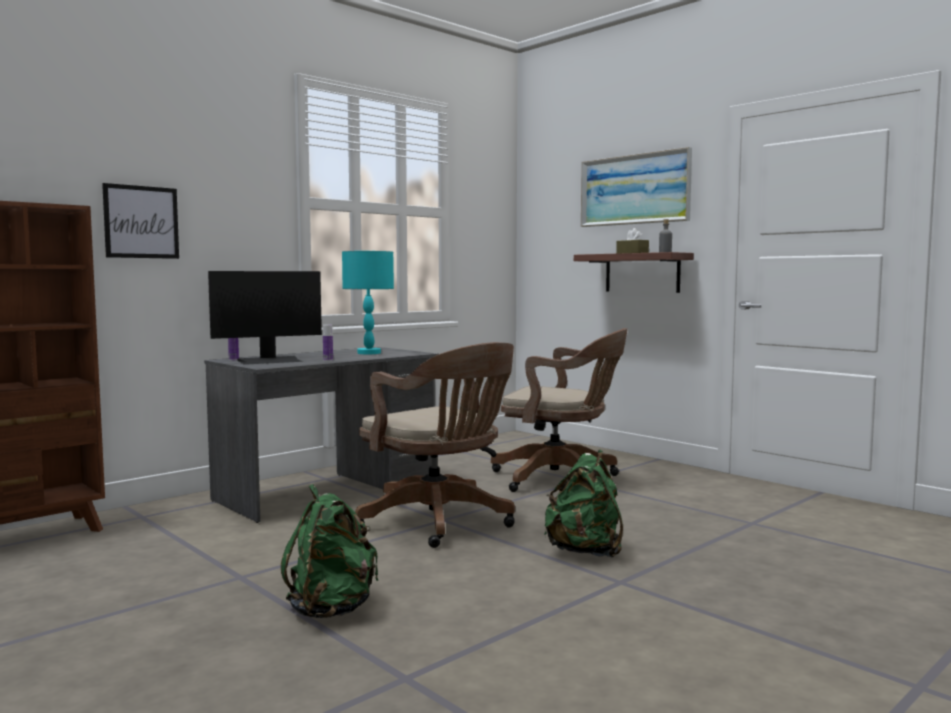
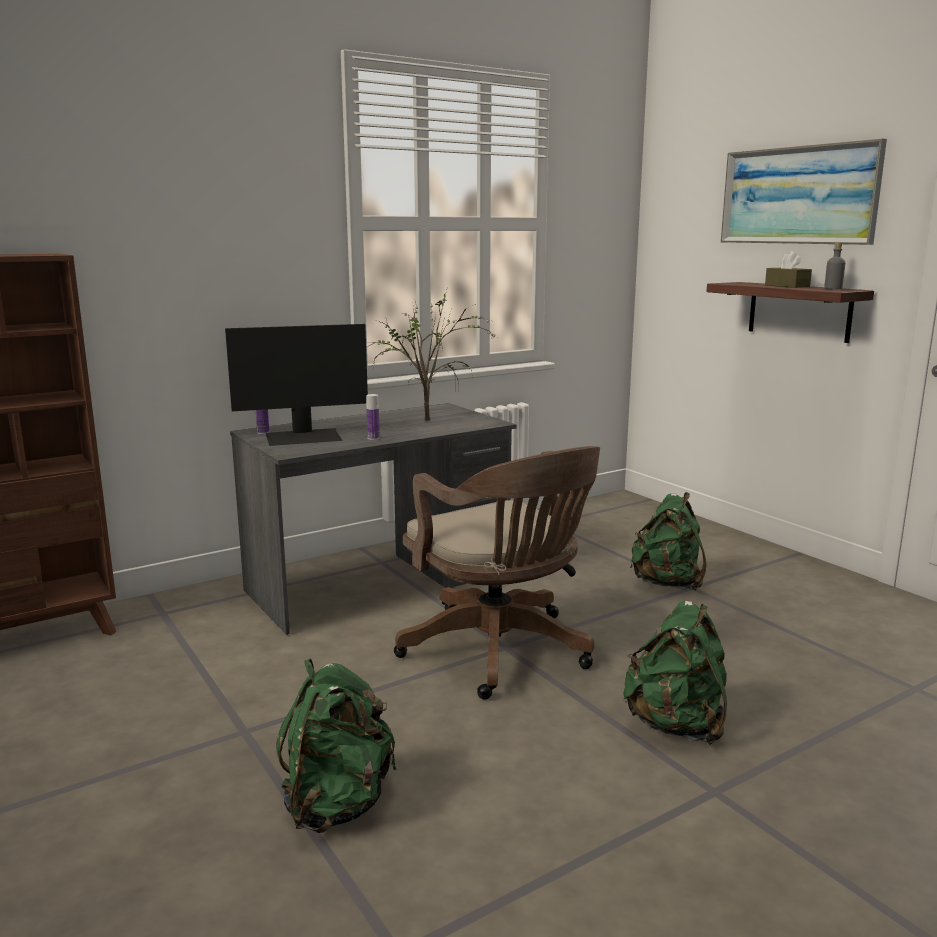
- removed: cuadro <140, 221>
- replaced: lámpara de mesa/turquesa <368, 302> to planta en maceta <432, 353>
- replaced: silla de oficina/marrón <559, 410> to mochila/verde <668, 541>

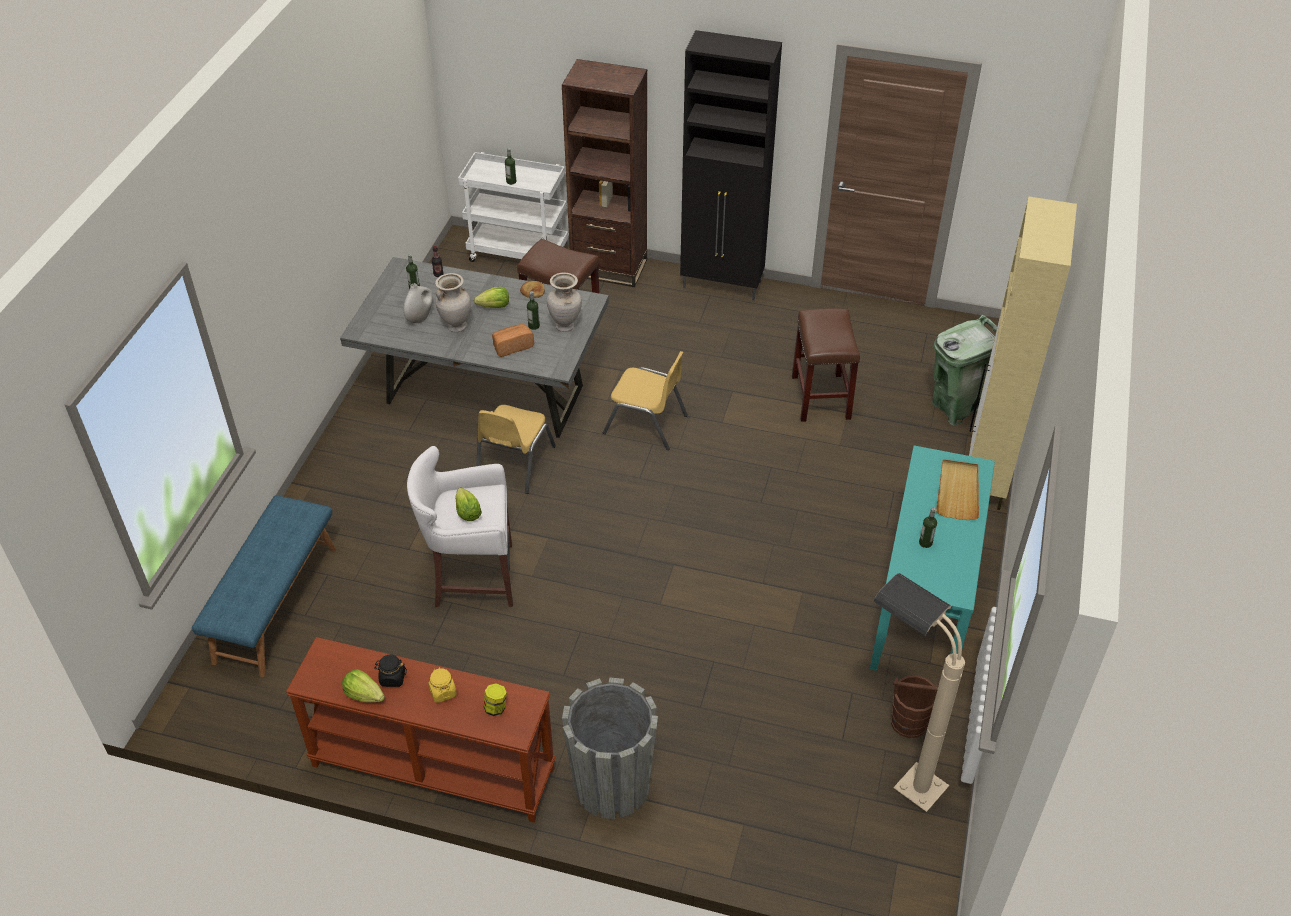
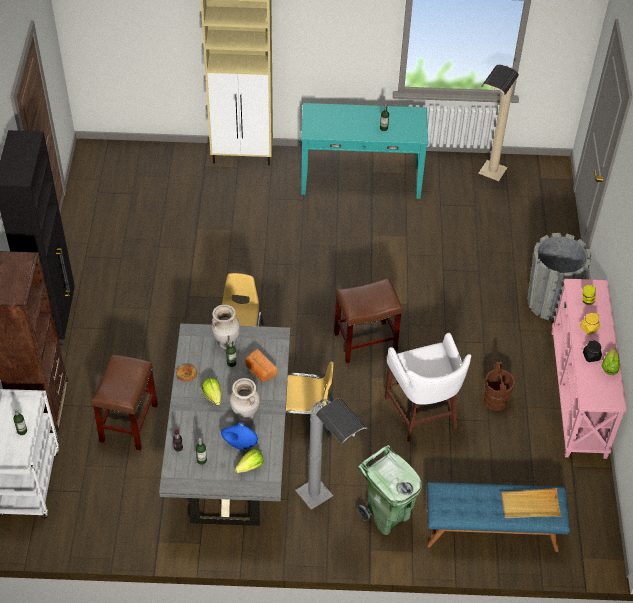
- recoloured: florero/blanco <418, 303> to florero/azul <239, 436>
- moved: taburete/marrón <826, 365> to <368, 320>
- moved: papelera/verde <964, 370> to <389, 490>
- moved: bandeja/beis <957, 489> to <531, 503>
- moved: lechuga <468, 504> to <249, 461>
- recoloured: mesa consola/marrón <421, 730> to mesa consola/rosa <589, 369>
- moved: cubo/marrón <915, 706> to <499, 386>
- added: lámpara de pie/gris <331, 454>

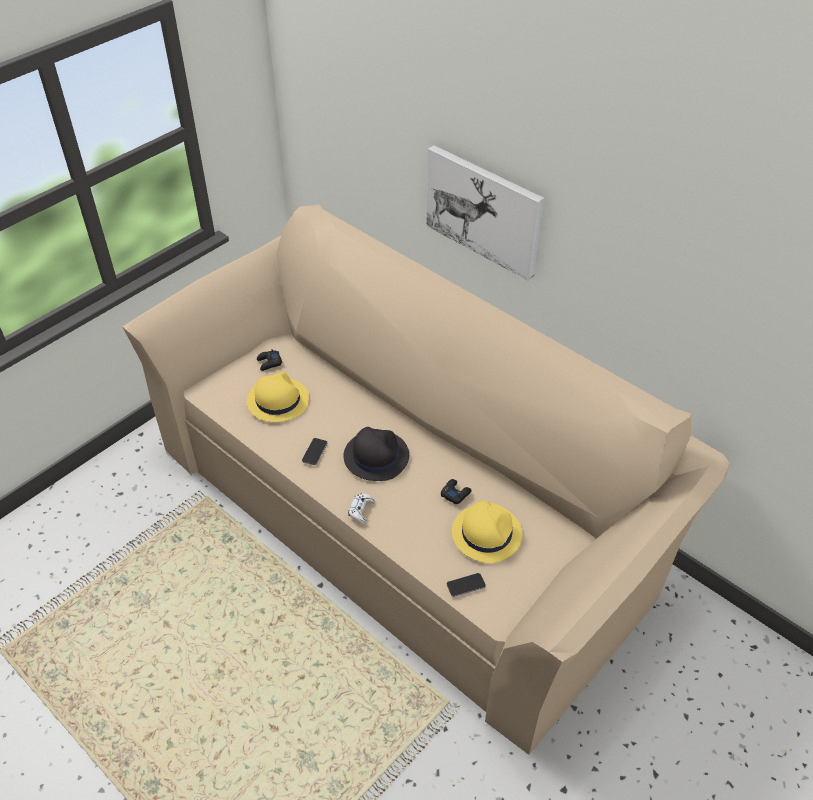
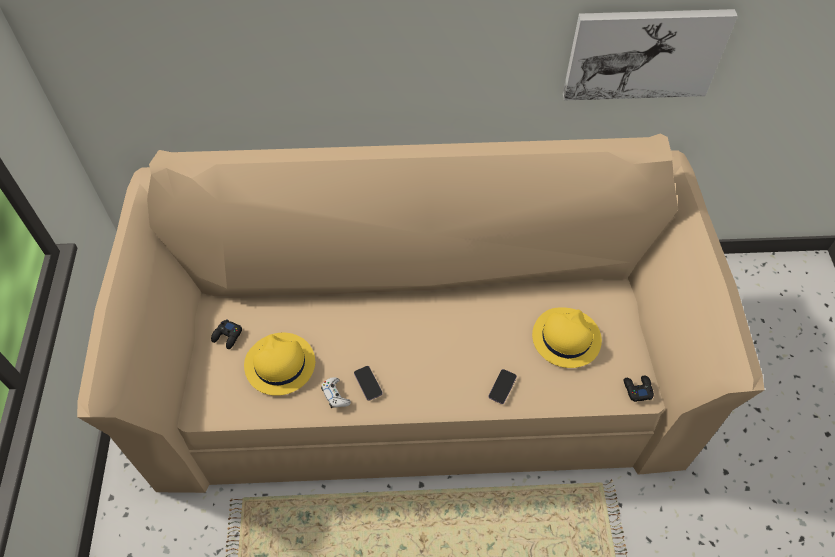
- moved: cuadro <485, 213> to <650, 54>
- removed: sombrero/negro <376, 454>
- moved: mando de consola/negro <456, 491> to <639, 389>
- moved: mando de consola/blanco <361, 508> to <336, 392>
- moved: móvil <466, 585> to <502, 386>

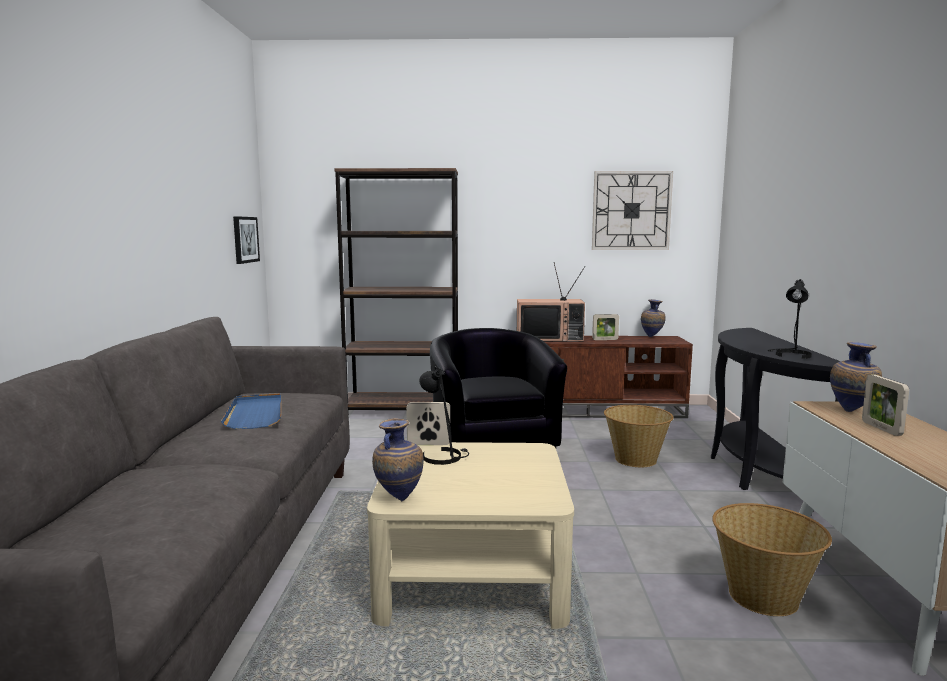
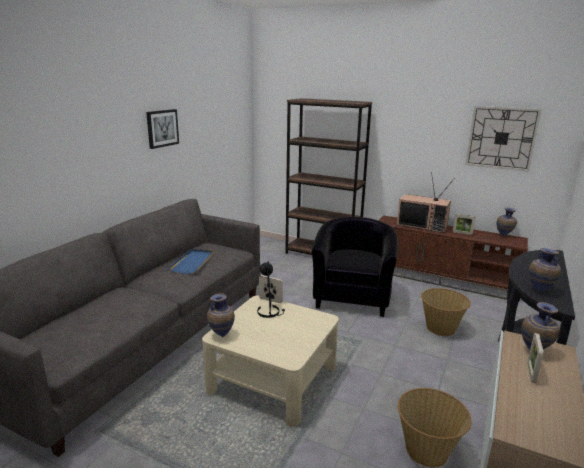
- moved: cuadro <246, 240> to <162, 129>
- replaced: lámpara de mesa/negro <790, 319> to florero <545, 270>

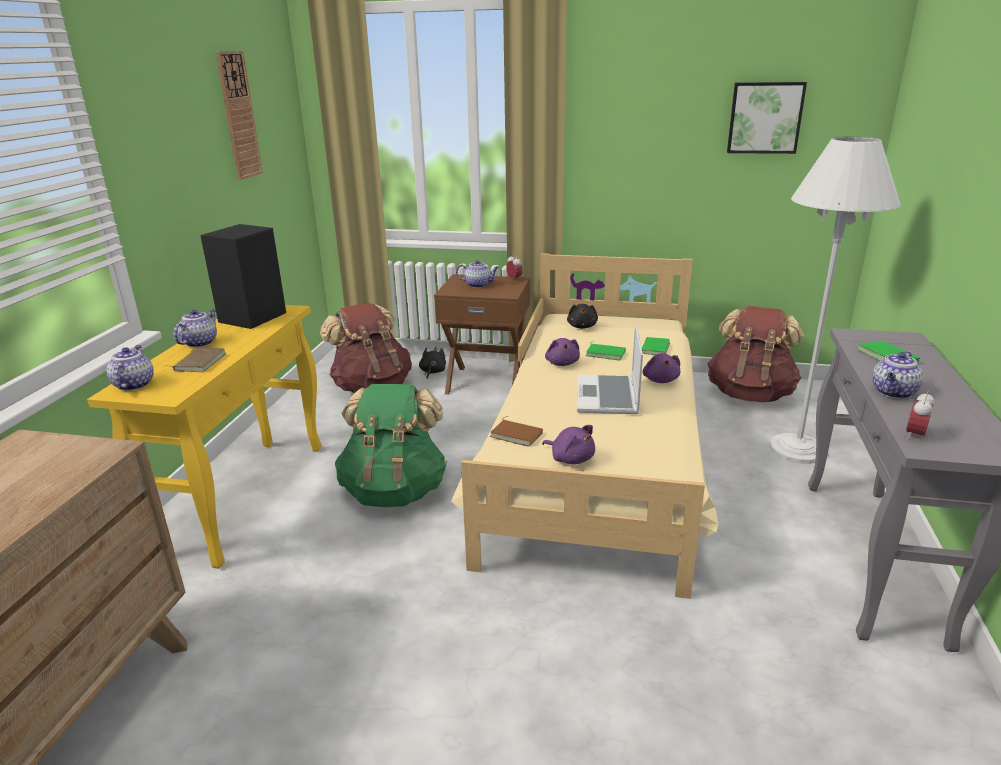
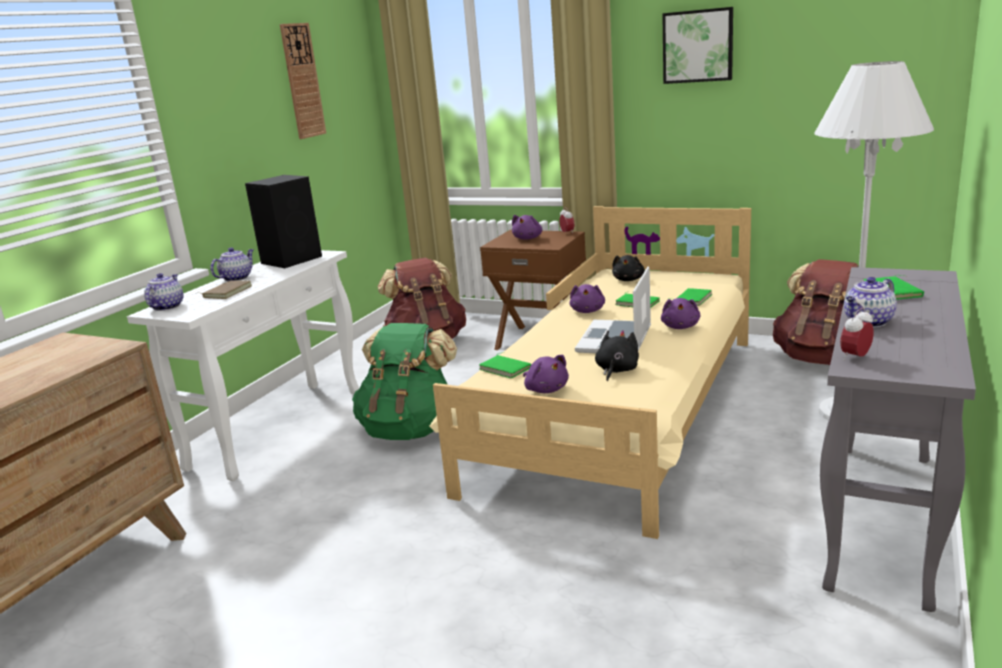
- moved: cuadro <767, 118> to <697, 45>
- replaced: tetera <477, 274> to peluche/morado <527, 227>
- recoloured: mesa consola/amarillo <204, 437> to mesa consola/blanco <243, 365>
- moved: peluche/negro <432, 363> to <617, 355>
- recoloured: libro/marrón <516, 431> to libro/verde <505, 365>

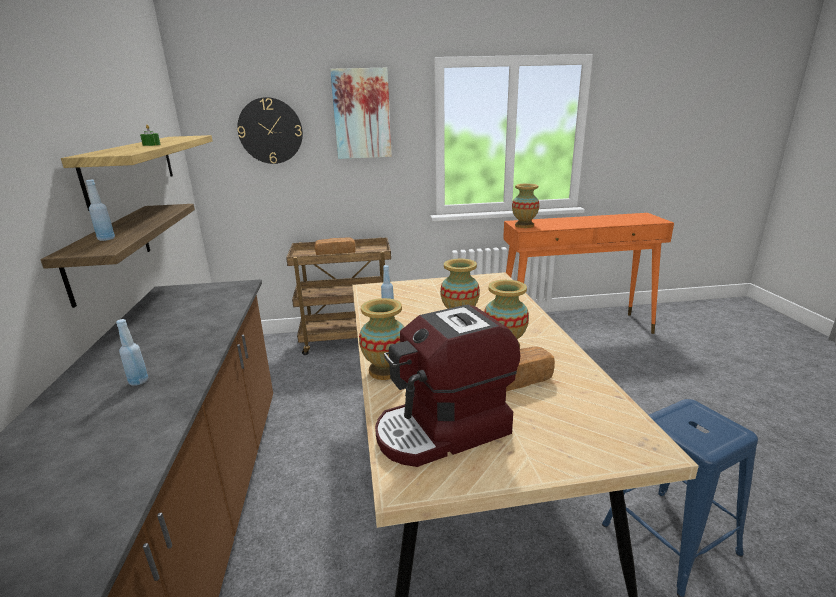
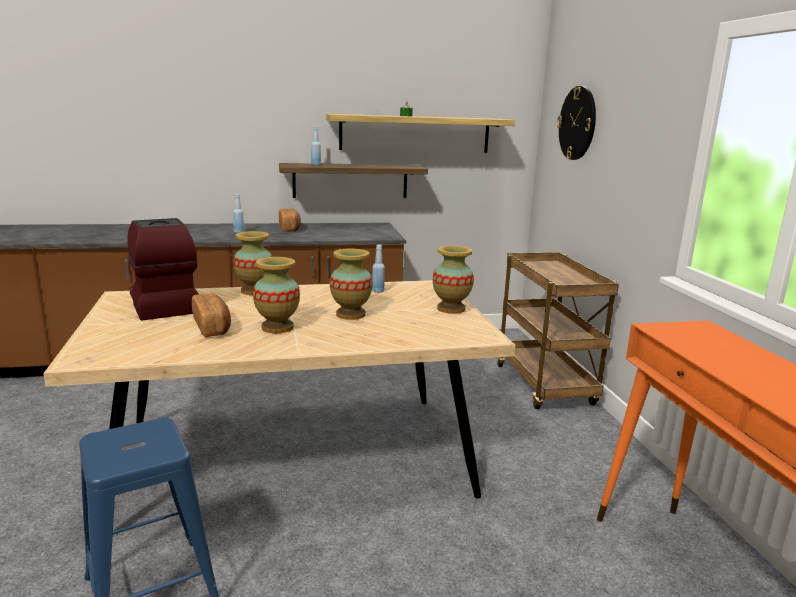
- removed: cuadro <361, 113>
- moved: florero <525, 206> to <453, 280>
- moved: pan <335, 246> to <290, 220>

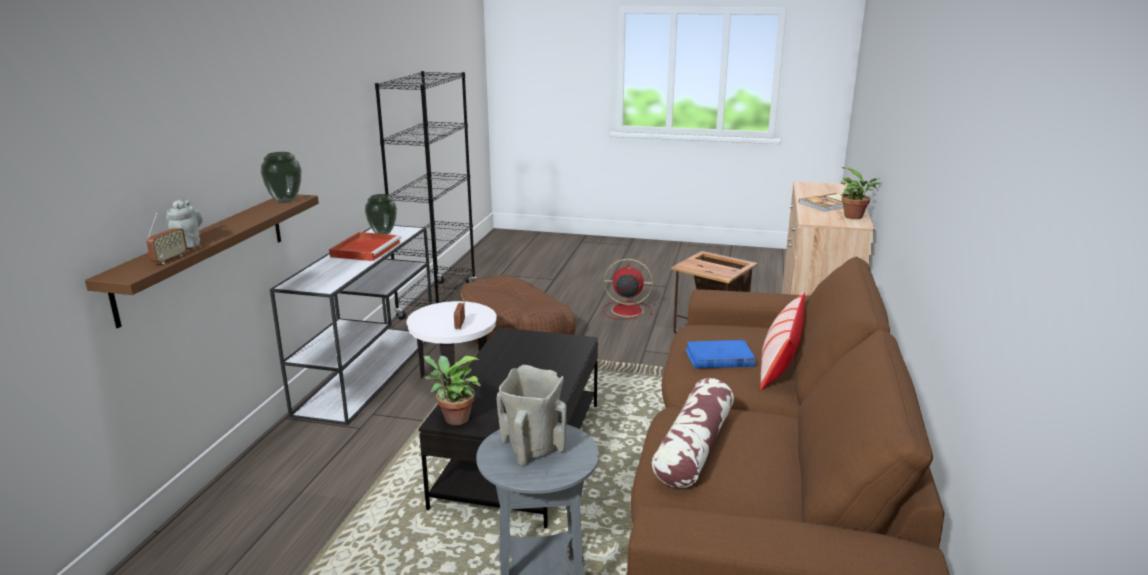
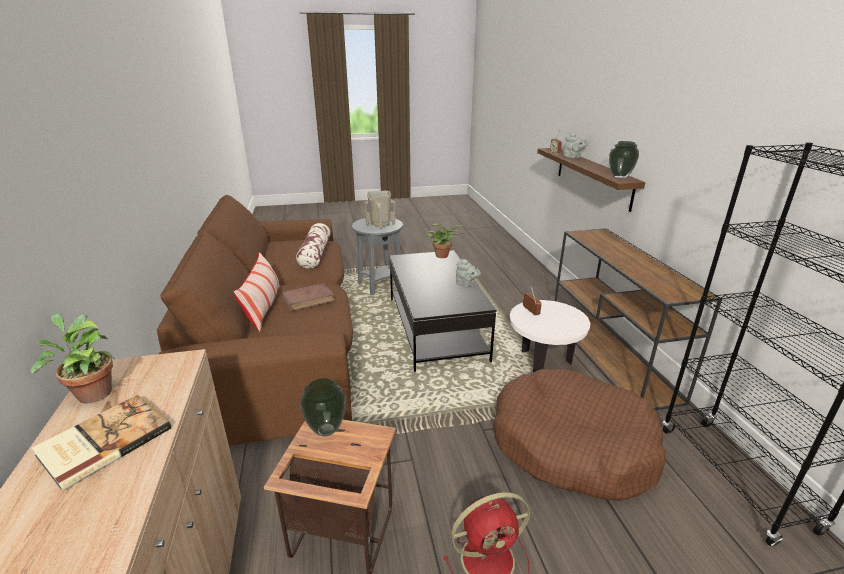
- moved: florero <381, 214> to <323, 407>
- recoloured: mesa consola/blanco <351, 325> to mesa consola/marrón <638, 319>
- removed: bandeja/rojo <365, 246>
- recoloured: libro/azul <720, 354> to libro/marrón <308, 297>
- added: tetera/gris <468, 273>

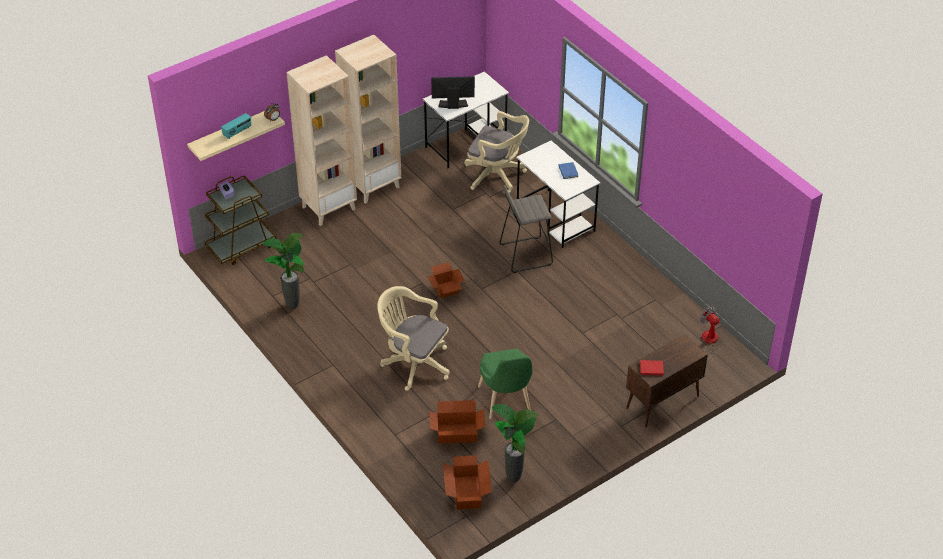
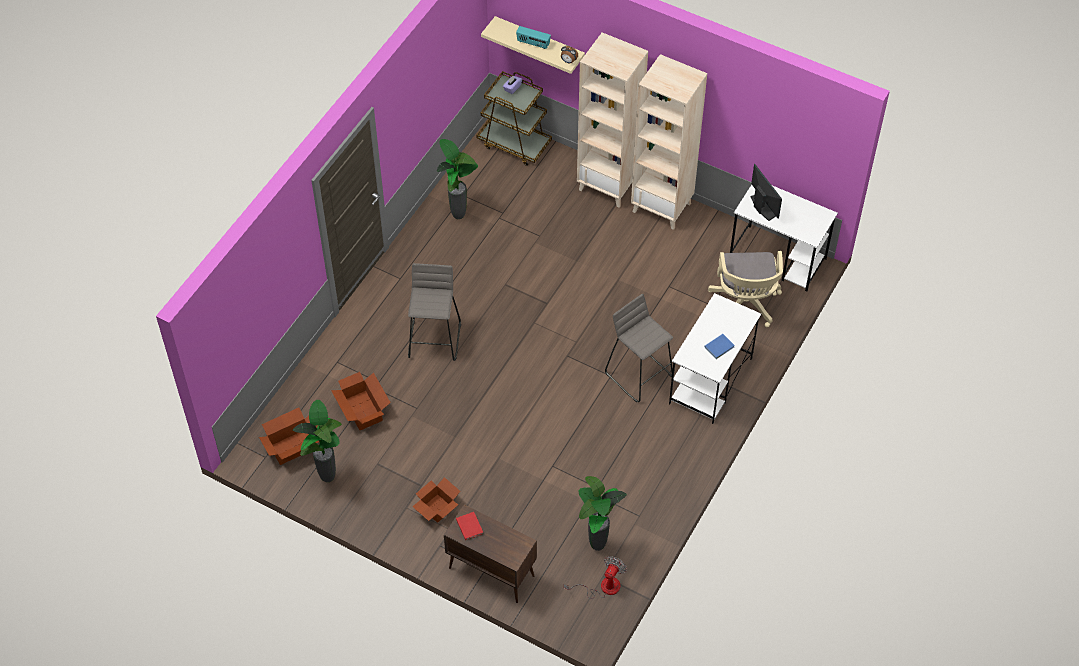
- moved: caja de cartón <446, 280> to <436, 500>
- replaced: silla de oficina/beis <413, 338> to taburete/gris <434, 312>
- removed: silla/verde <505, 384>
- added: planta en maceta <603, 513>

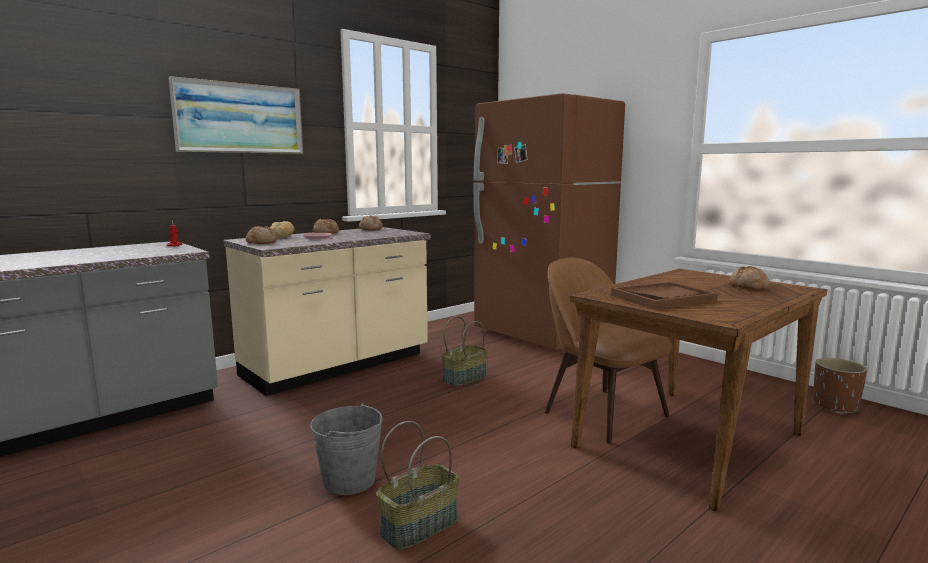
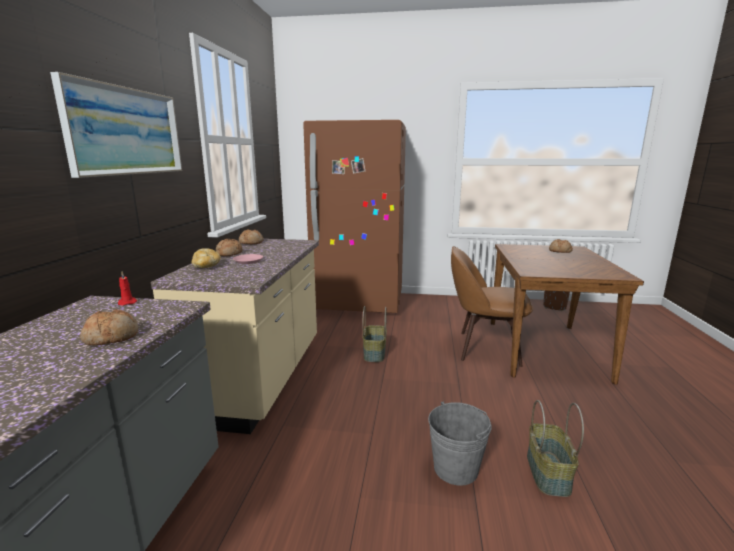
- moved: pan <261, 235> to <109, 327>
- removed: bandeja/marrón <664, 295>

